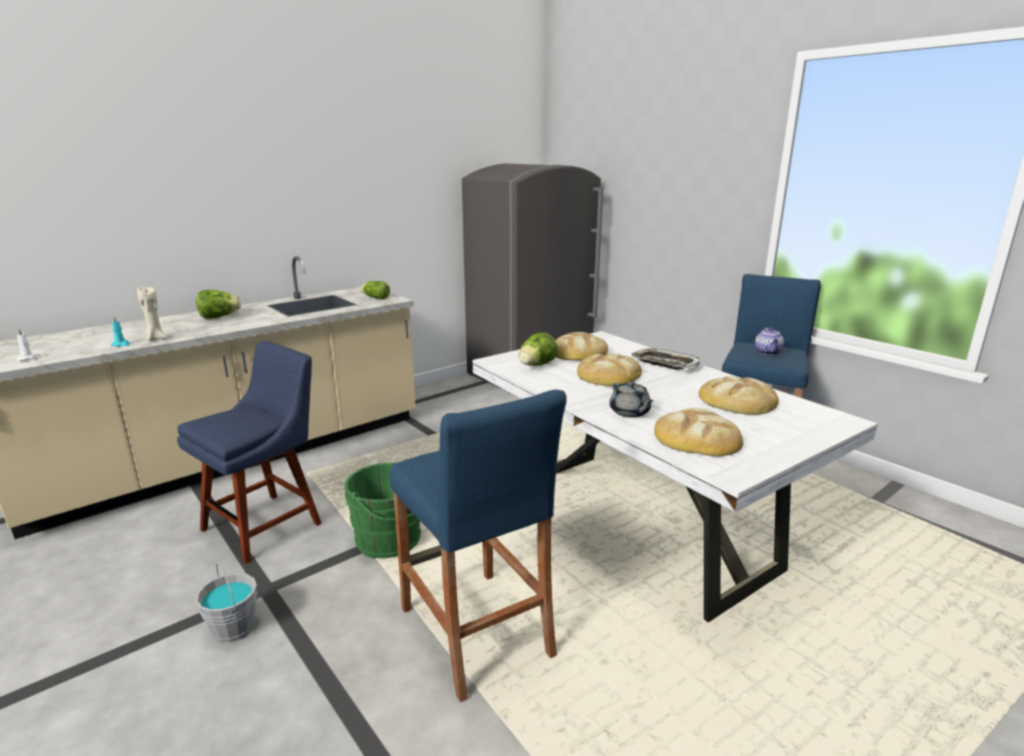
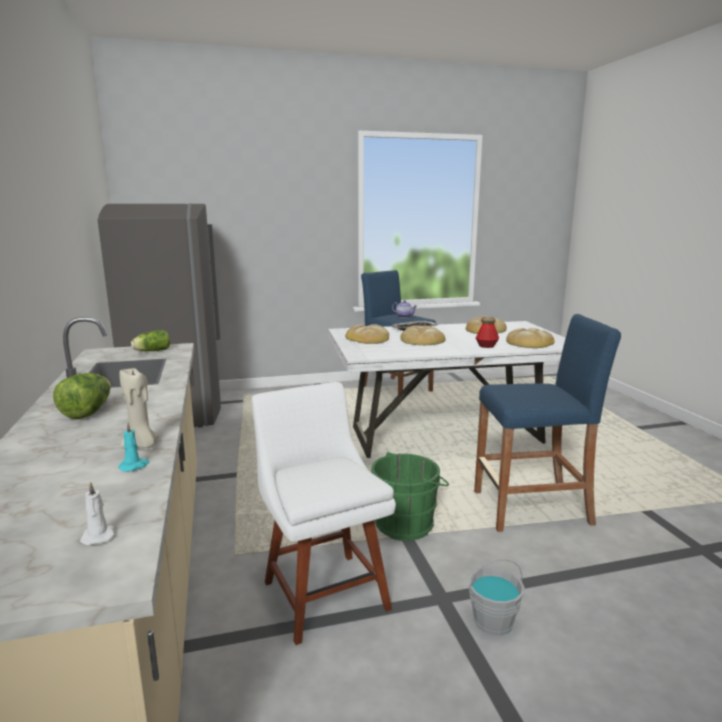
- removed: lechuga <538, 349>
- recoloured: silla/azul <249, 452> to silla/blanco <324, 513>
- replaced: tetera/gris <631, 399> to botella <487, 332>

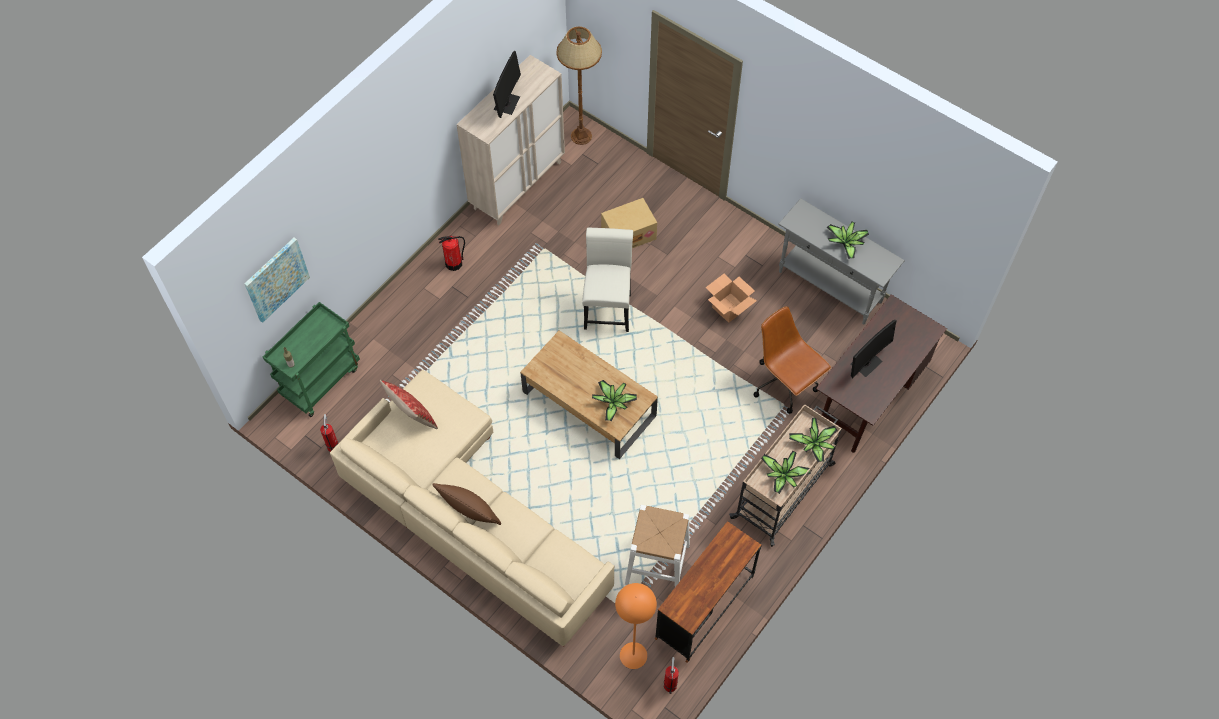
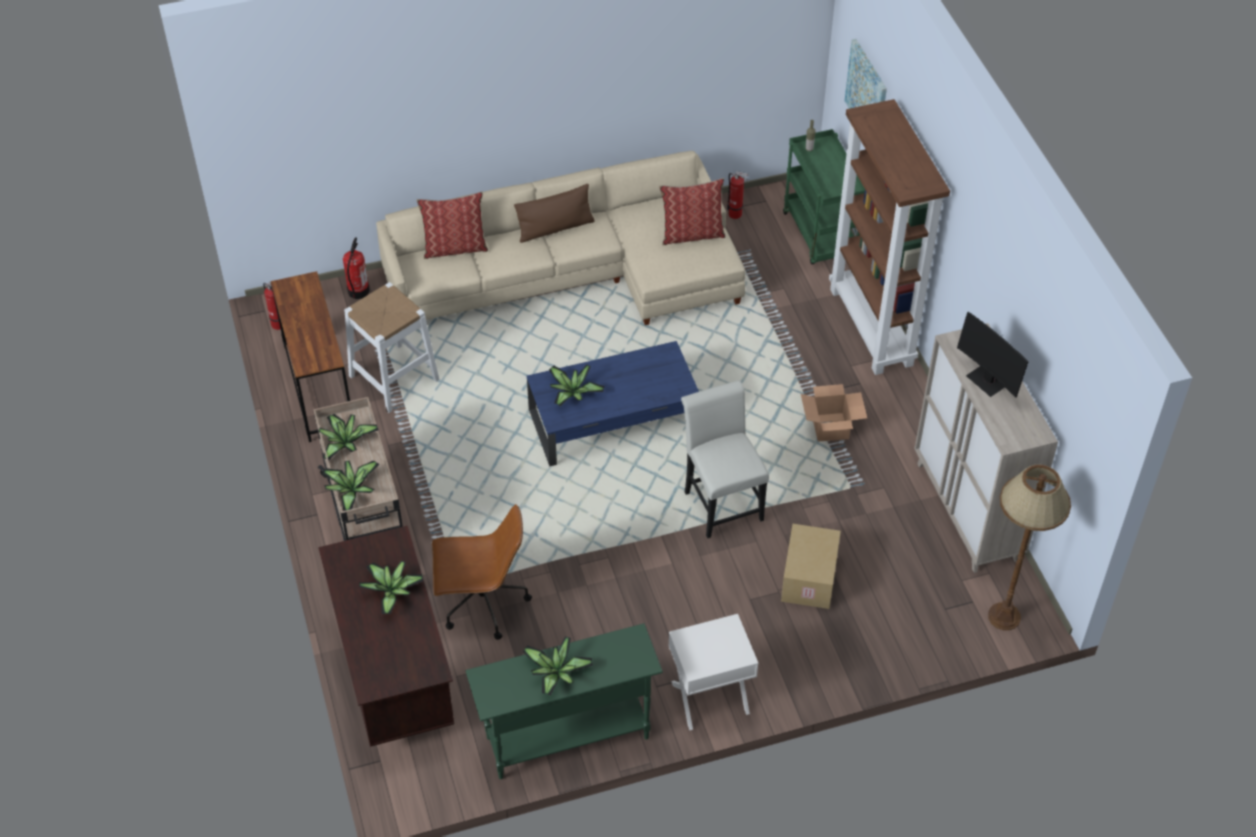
- recoloured: mesa consola/gris <841, 261> to mesa consola/verde <564, 701>
- turned: silla/blanco <607, 280> = <725, 459> 150 degrees counterclockwise
- moved: extintor <451, 253> to <356, 268>
- moved: caja de cartón <731, 298> to <834, 413>
- replaced: monitor <874, 349> to planta en maceta <391, 587>
- recoloured: mesa de centro/marrón <589, 394> to mesa de centro/azul <613, 404>
- removed: lámpara de pie/naranja <636, 626>
- added: estantería/marrón <889, 237>
- added: cojín <452, 225>
- added: mesita de noche/blanco <713, 672>

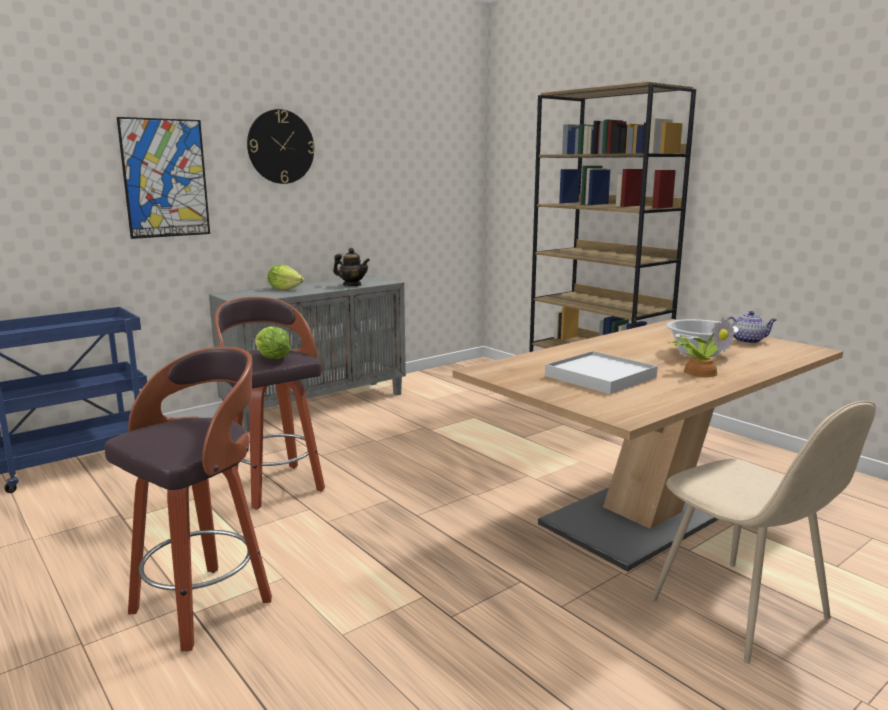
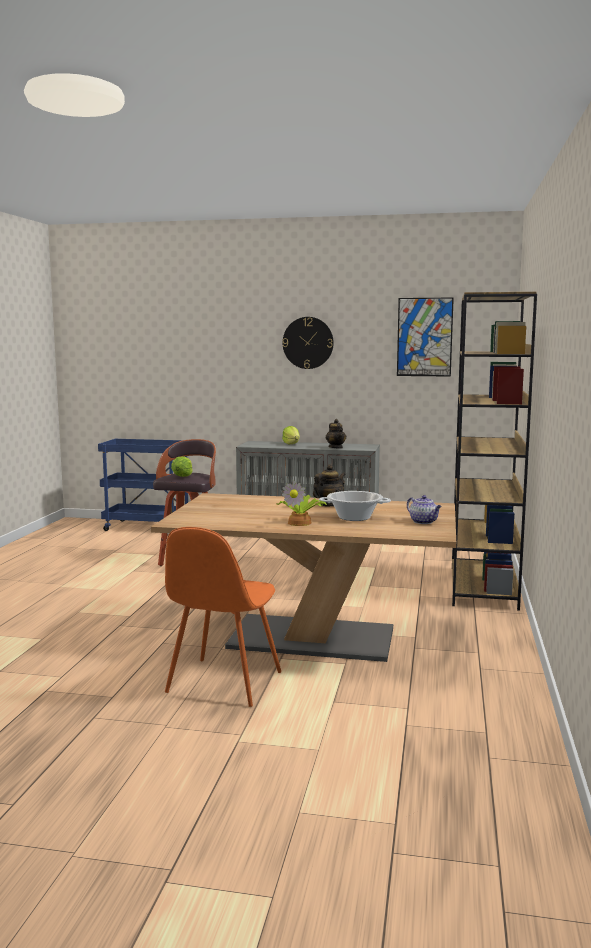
- moved: cuadro <163, 178> to <425, 337>
- removed: taburete <188, 499>
- removed: bandeja/blanco <601, 372>
- recoloured: silla/beis <763, 532> to silla/naranja <223, 617>
- added: tetera <329, 485>

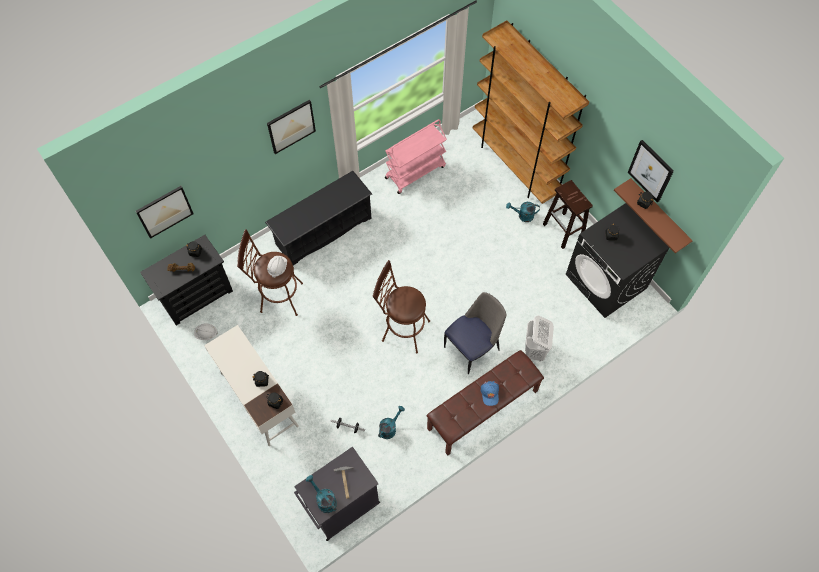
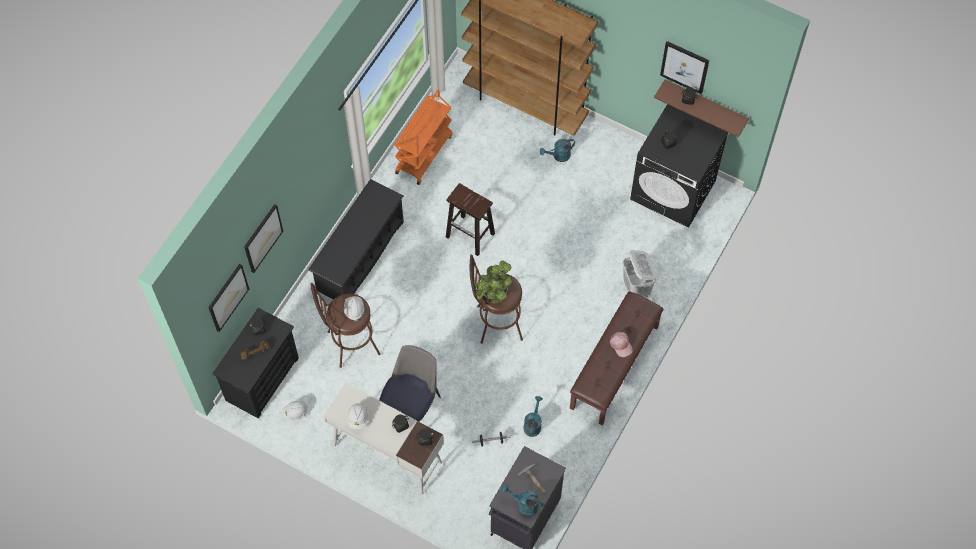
- moved: cuadro <291, 127> to <263, 238>
- recoloured: carrito/rosa <416, 156> to carrito/naranja <423, 137>
- moved: taburete/marrón <568, 214> to <470, 219>
- moved: silla <475, 333> to <410, 383>
- recoloured: gorra/azul <489, 393> to gorra/rosa <621, 344>
- added: planta en maceta <493, 282>
- added: casco/blanco <358, 416>

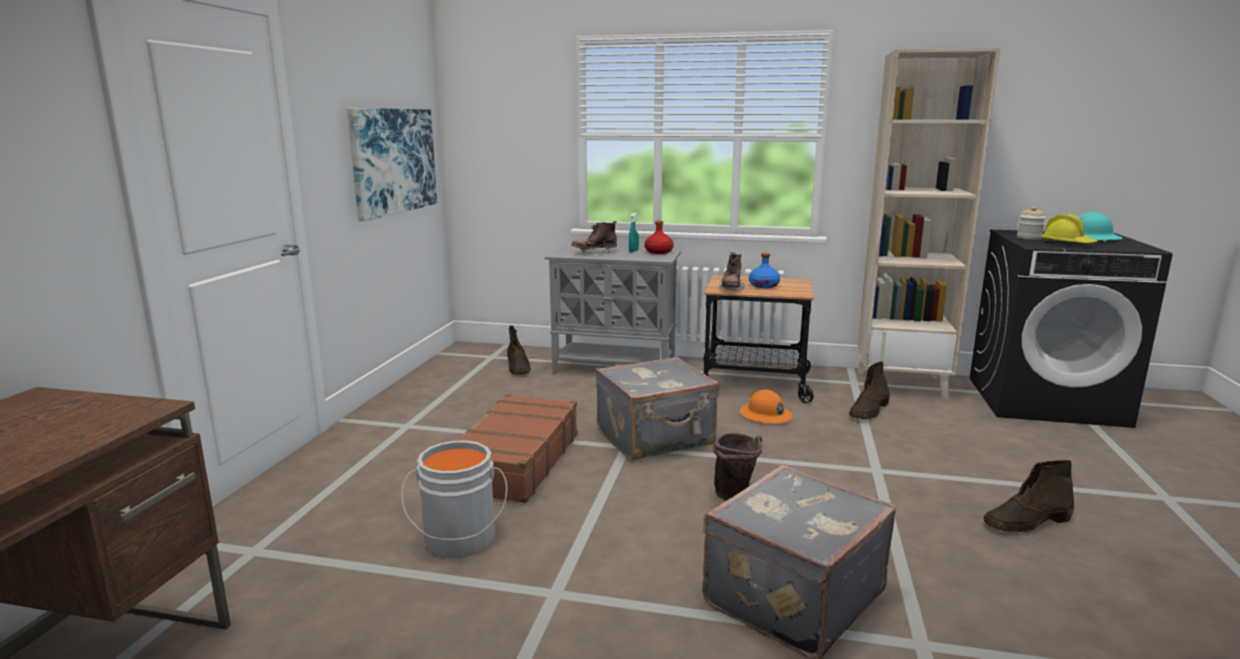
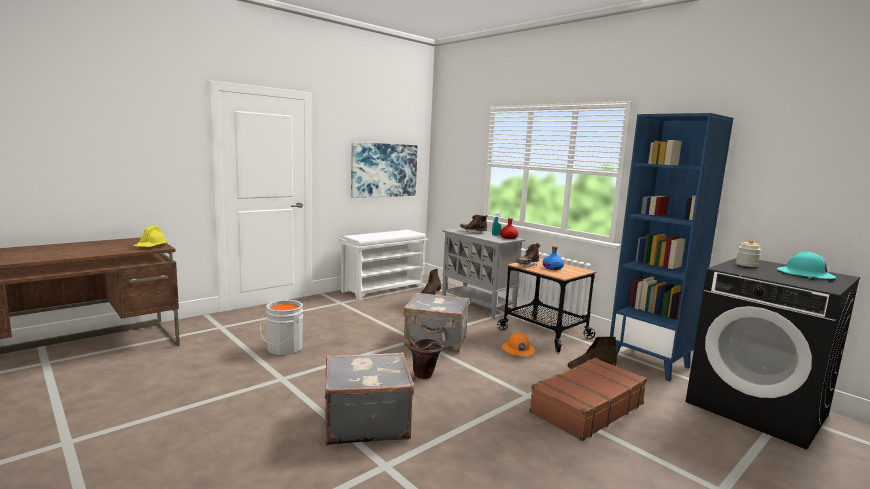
- recoloured: estantería/beis <929, 223> to estantería/azul <671, 247>
- moved: casco/amarillo <1069, 228> to <150, 236>
- moved: maleta/marrón <517, 448> to <588, 399>
- removed: bota/marrón <1028, 496>
- added: banco/blanco <383, 265>

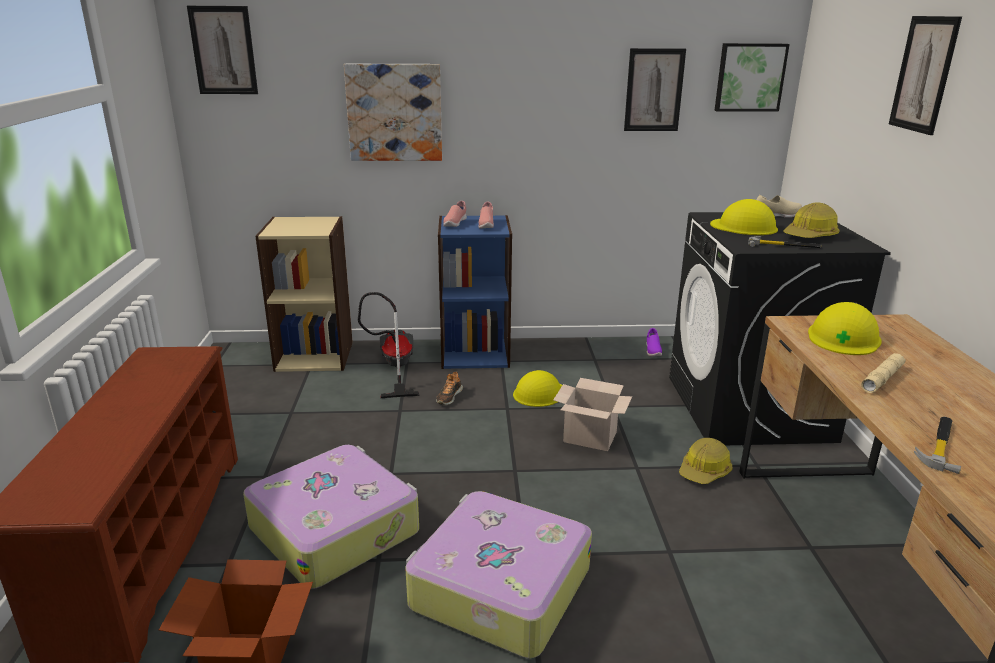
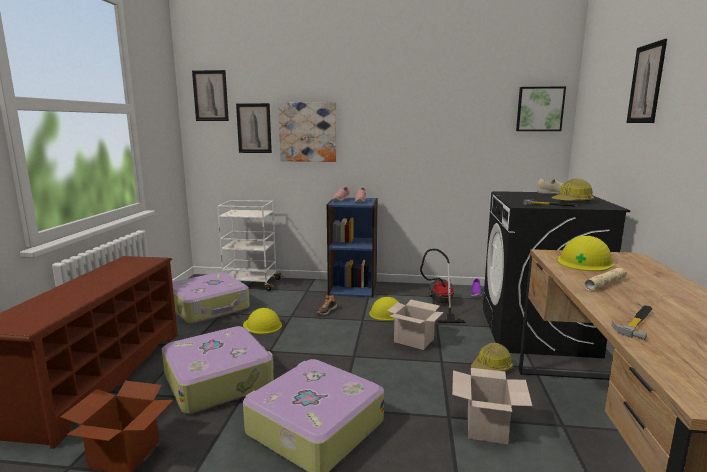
- moved: cuadro <655, 89> to <254, 128>
- moved: casco/amarillo <744, 217> to <262, 321>
- replaced: estantería/beis <304, 294> to carrito/blanco <250, 245>
- moved: aspiradora <389, 345> to <442, 286>
- added: maleta <211, 298>
- added: caja de cartón <492, 406>

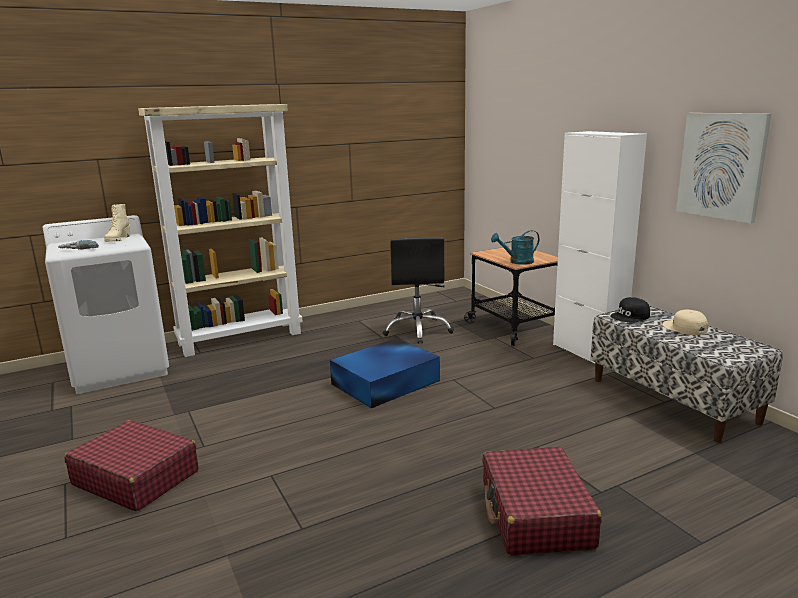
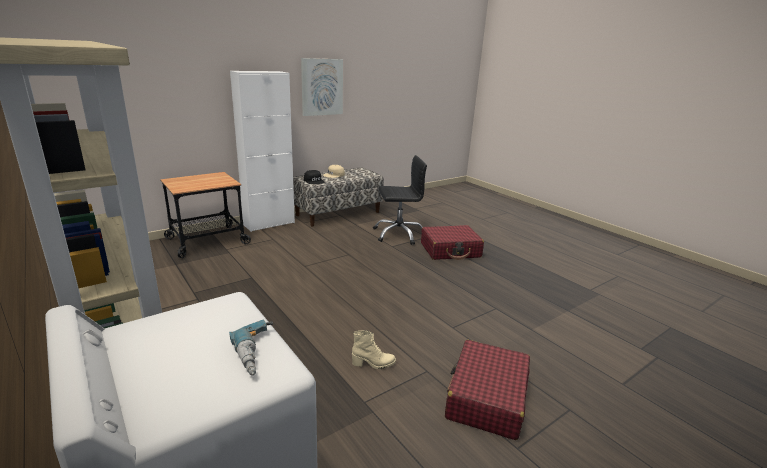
- moved: bota/beis <117, 223> to <374, 349>
- removed: regadera/turquesa <515, 247>
- moved: silla de oficina/negro <418, 290> to <400, 200>
- removed: caja de almacenaje/azul <385, 373>

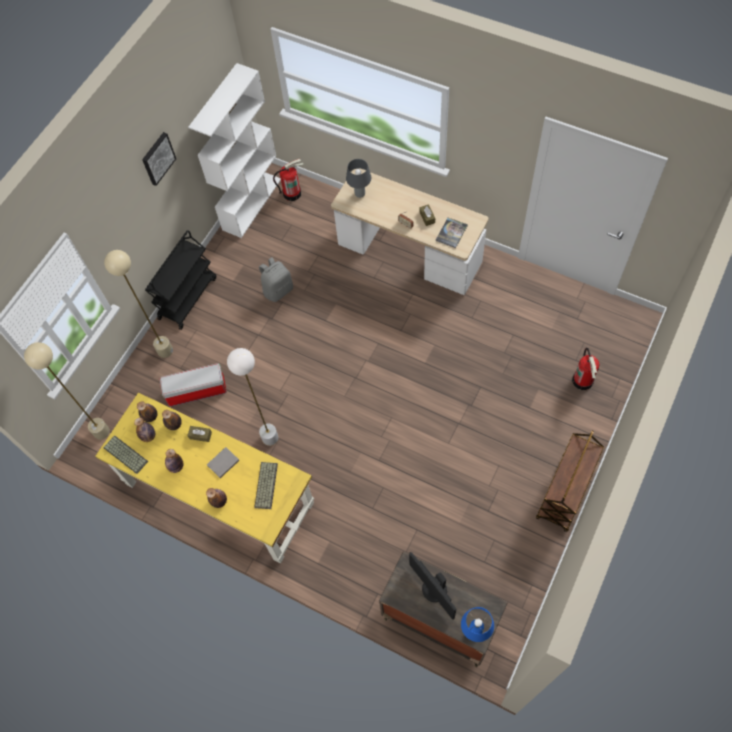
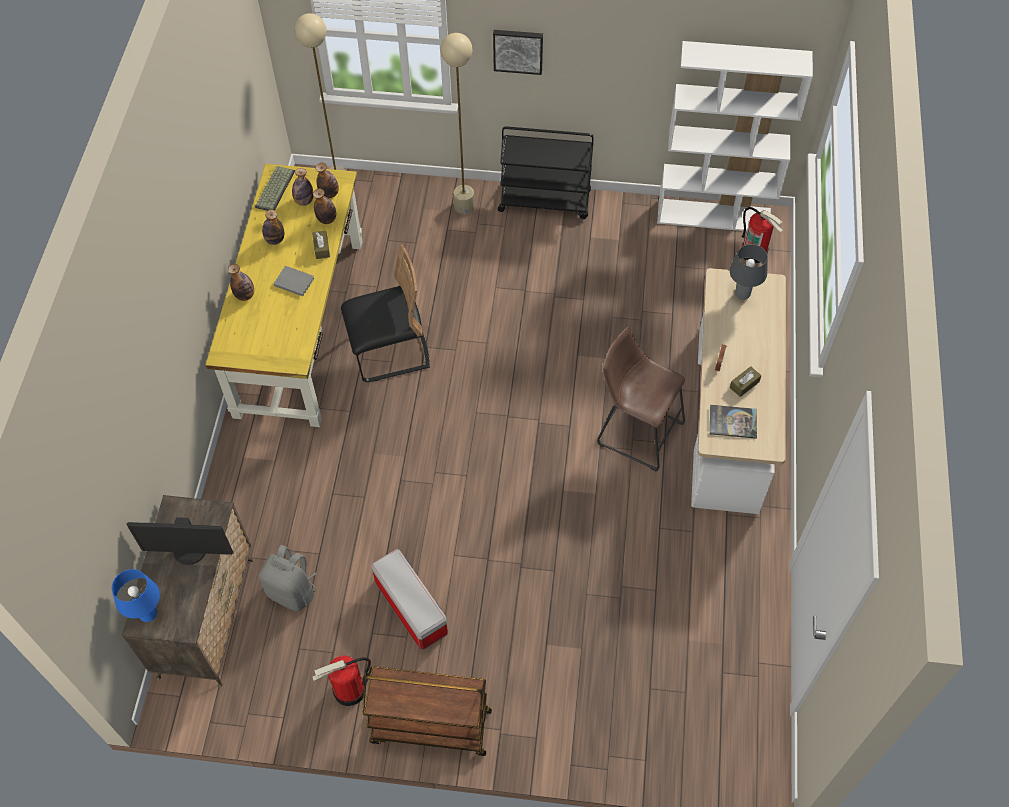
- moved: cuadro <159, 159> to <518, 52>
- moved: mochila/gris <276, 279> to <287, 578>
- replaced: lámpara de pie/blanco <253, 397> to silla/negro <385, 313>
- moved: extintor <585, 369> to <342, 681>
- moved: caja de almacenaje <193, 385> to <409, 599>
- removed: teclado <266, 485>
- turned: monitor <432, 586> = <180, 541> 120 degrees counterclockwise
- added: taburete/marrón <641, 399>

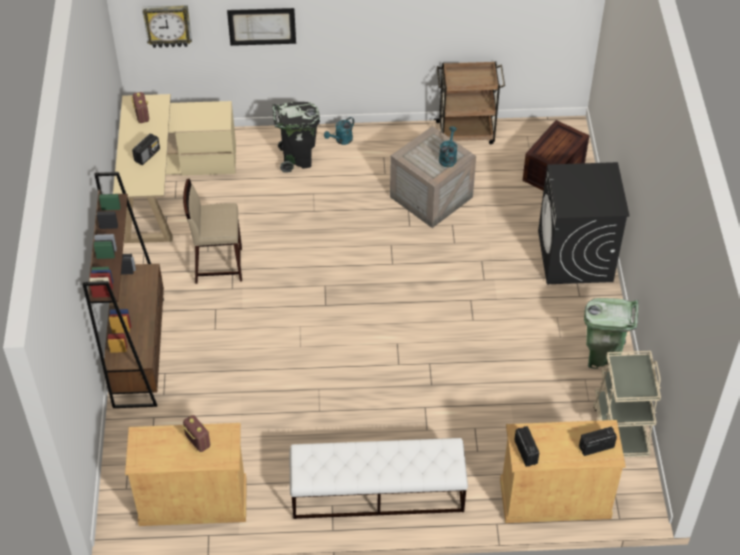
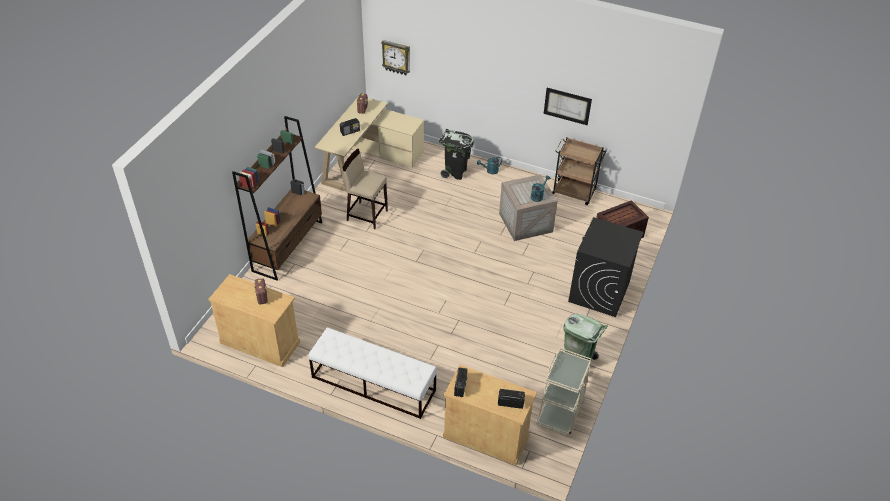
- moved: cuadro <261, 27> to <568, 106>

